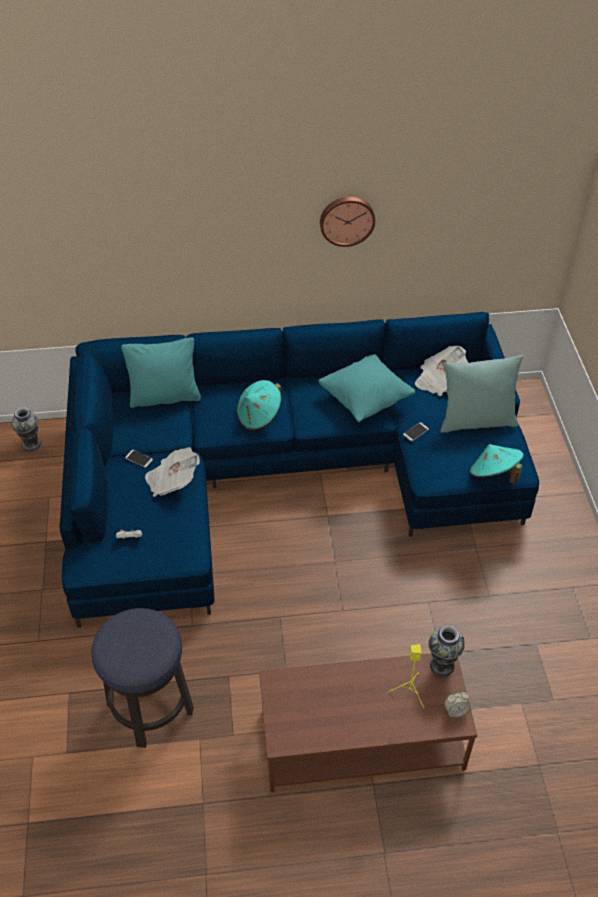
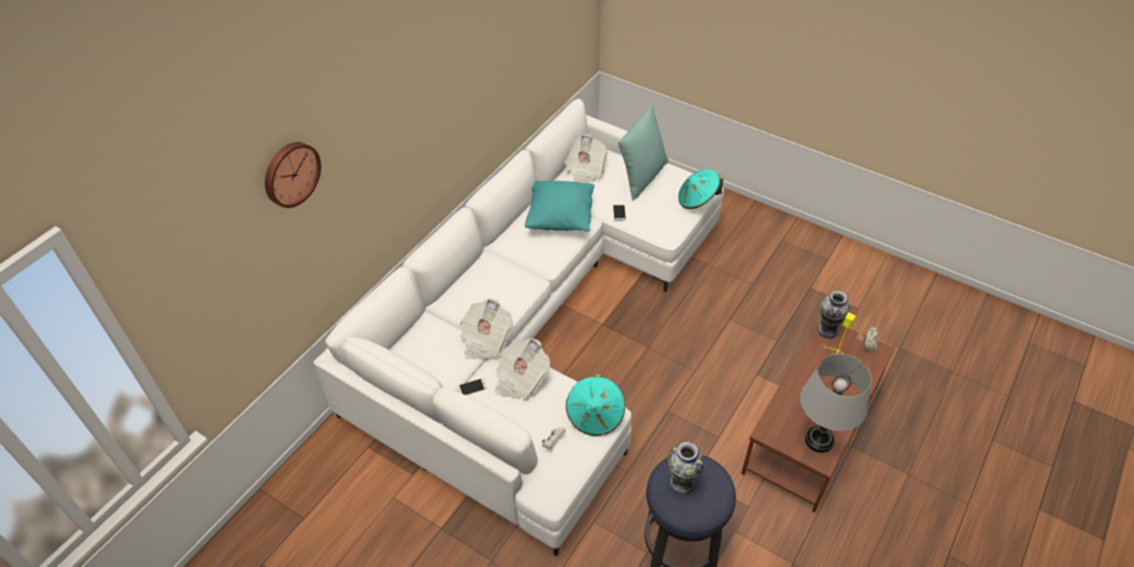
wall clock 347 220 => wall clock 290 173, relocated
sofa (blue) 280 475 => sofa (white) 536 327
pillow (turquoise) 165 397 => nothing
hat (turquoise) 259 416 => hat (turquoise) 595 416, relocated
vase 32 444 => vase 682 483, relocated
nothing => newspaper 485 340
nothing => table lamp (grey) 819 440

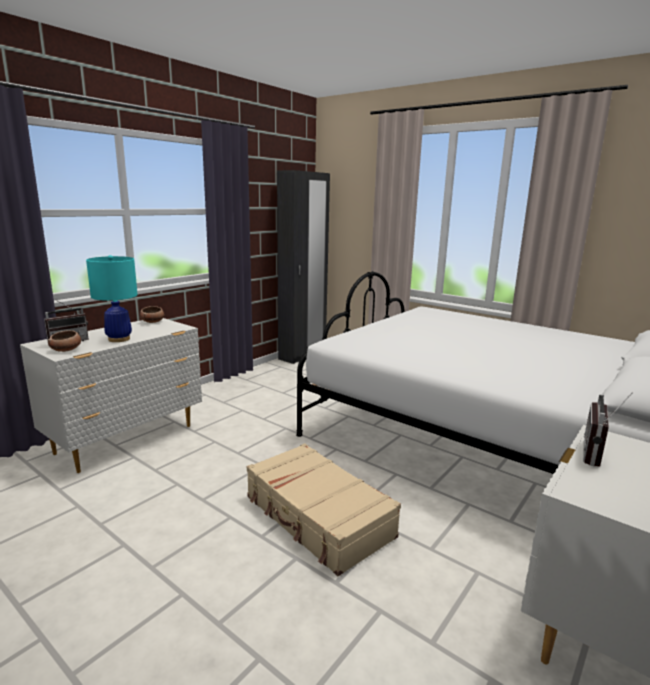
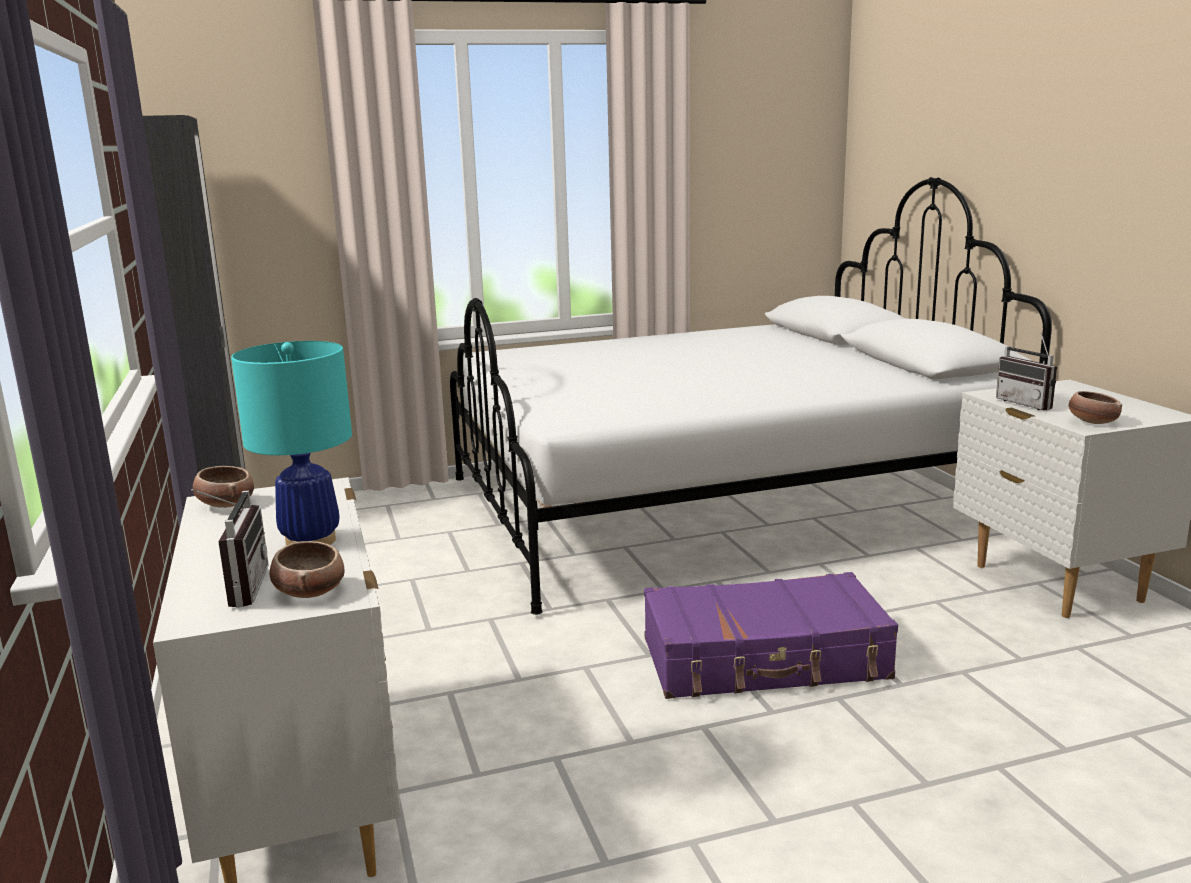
suitcase (beige) 317 517 => suitcase (purple) 765 660
nothing => bowl 1092 422

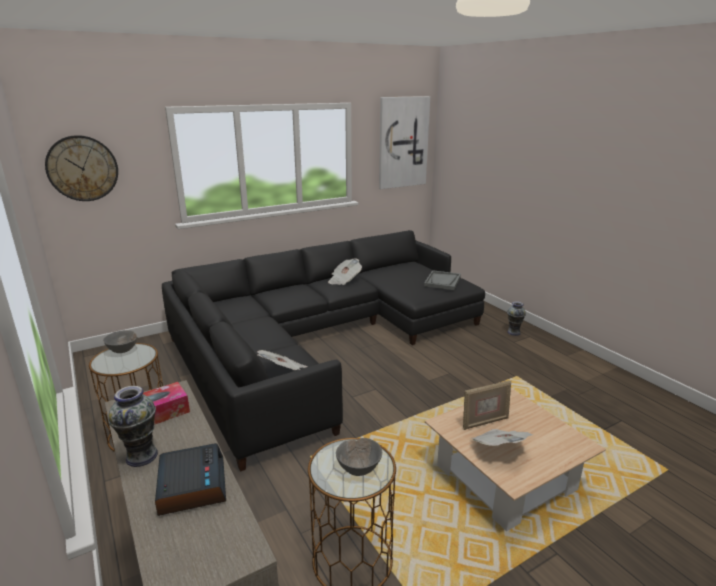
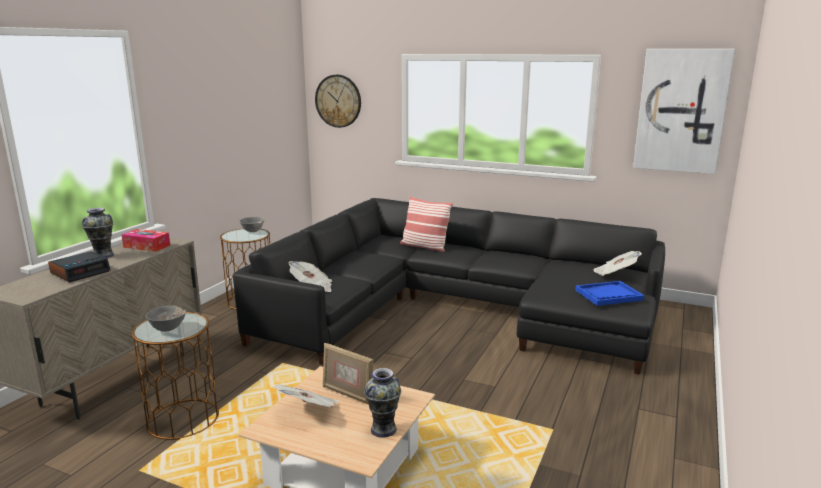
newspaper 344 280 => newspaper 615 274, relocated
tray (grey) 442 281 => tray (blue) 608 295
vase 514 332 => vase 383 429, relocated
nothing => pillow 424 246

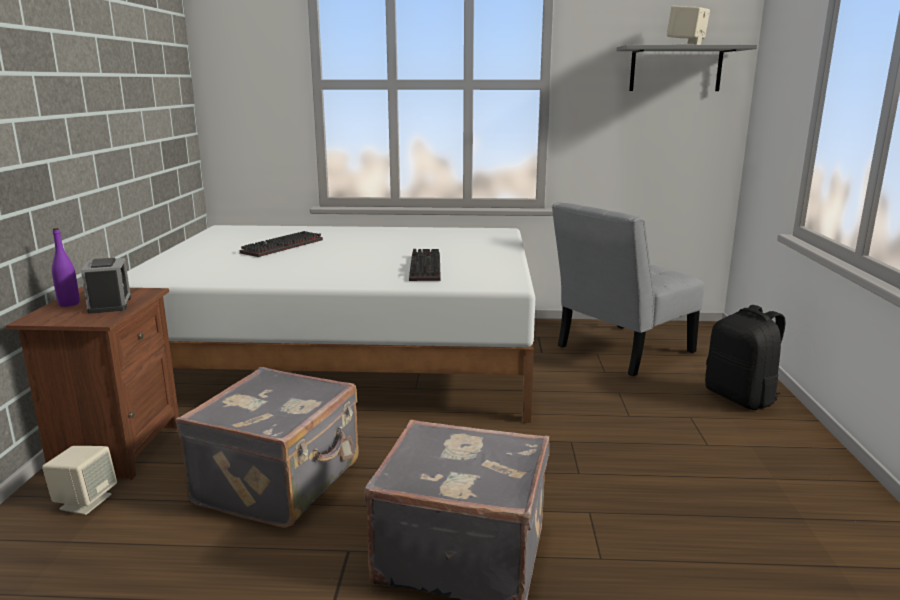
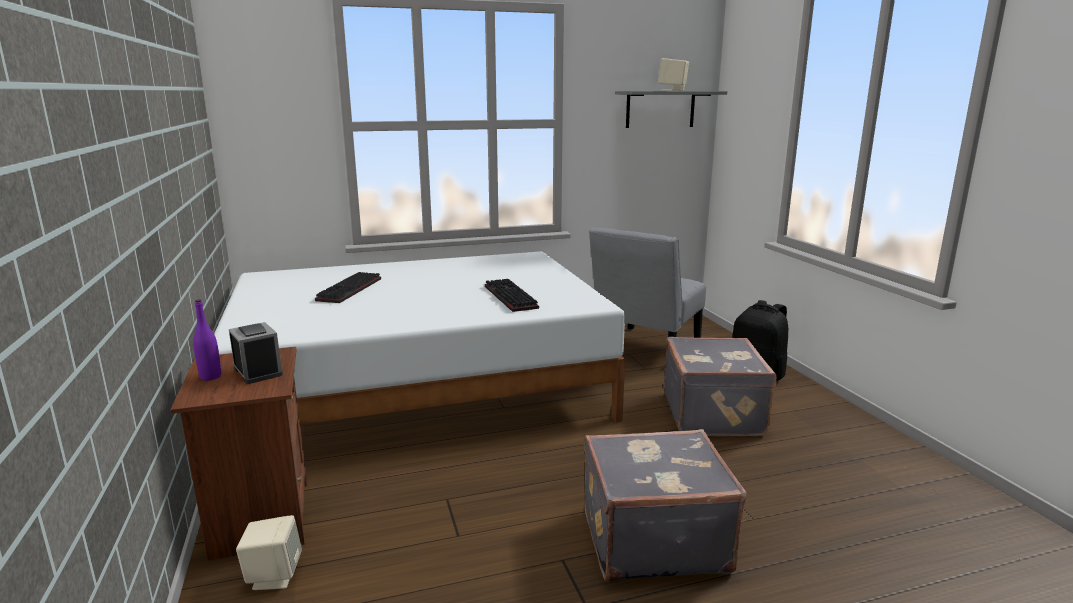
suitcase (grey) 281 482 => suitcase (grey) 714 414, relocated

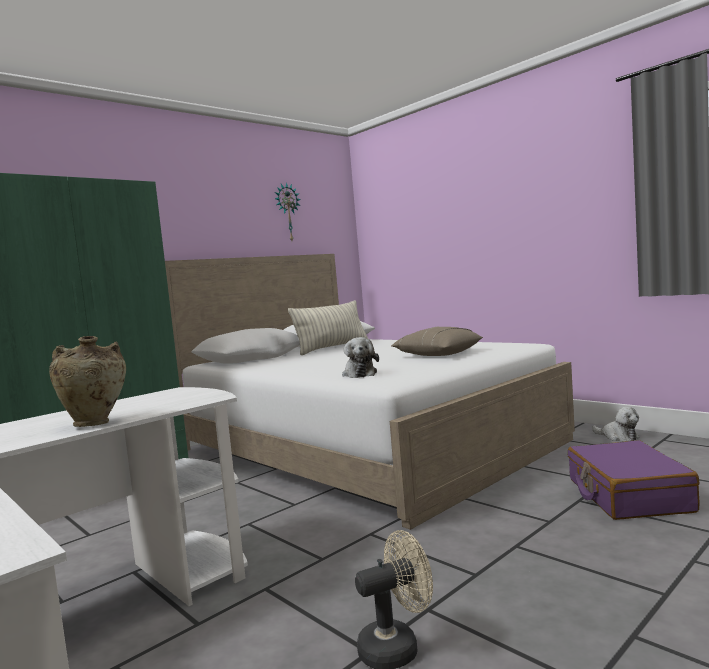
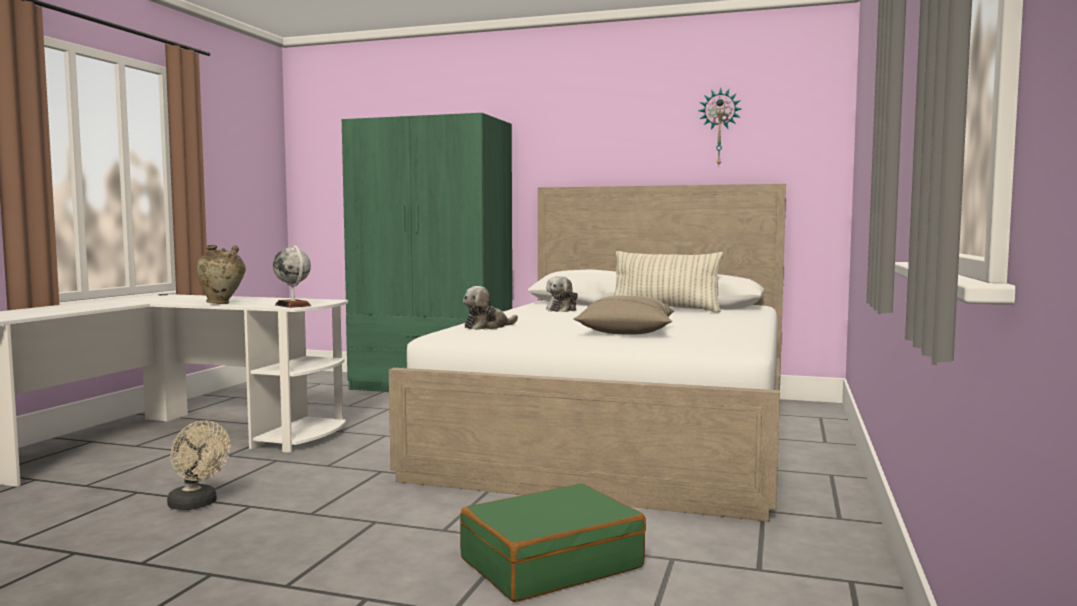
plush toy 618 437 => plush toy 562 310, relocated
suitcase (purple) 627 495 => suitcase (green) 550 563
nothing => globe 293 305

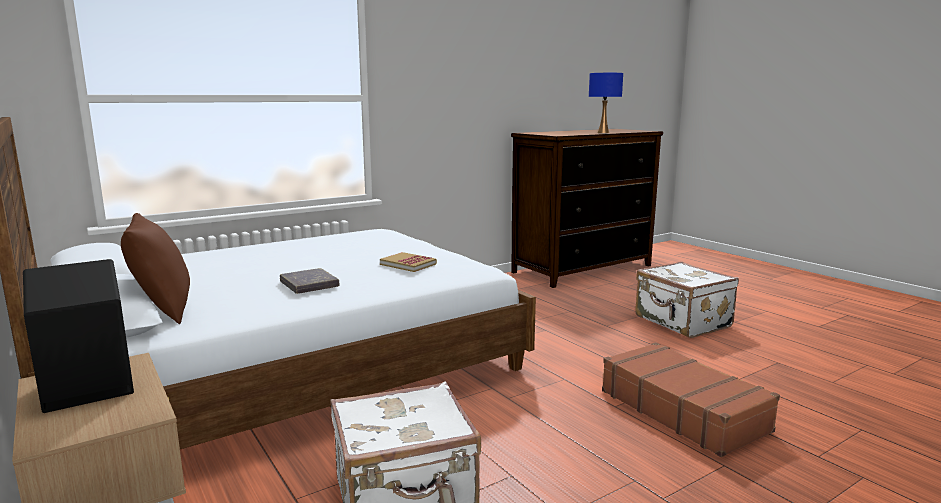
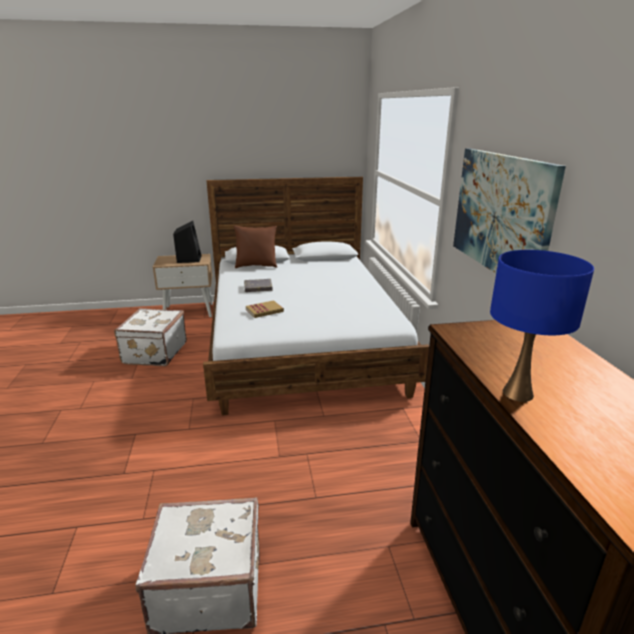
suitcase (brown) 683 410 => nothing
nothing => picture 501 214

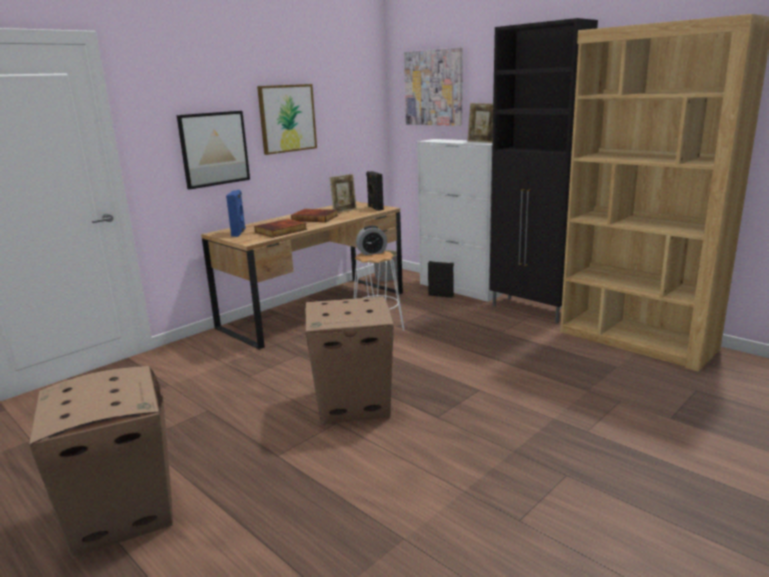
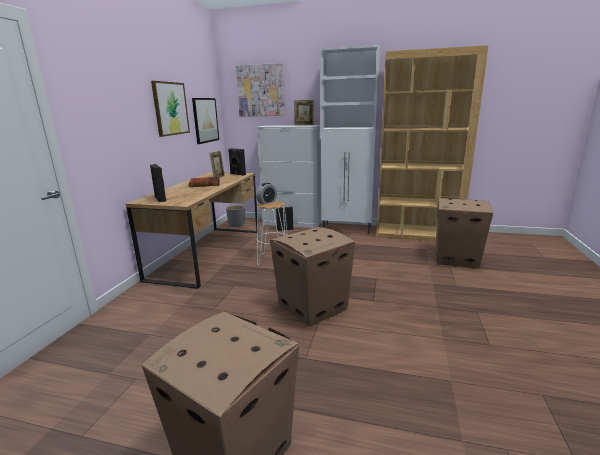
cabinet (black) 532 310 => cabinet (white) 347 228
picture 214 149 => picture 205 120, relocated
speaker (blue) 239 233 => speaker (black) 161 199
book 281 231 => nothing
nothing => cardboard box 457 258

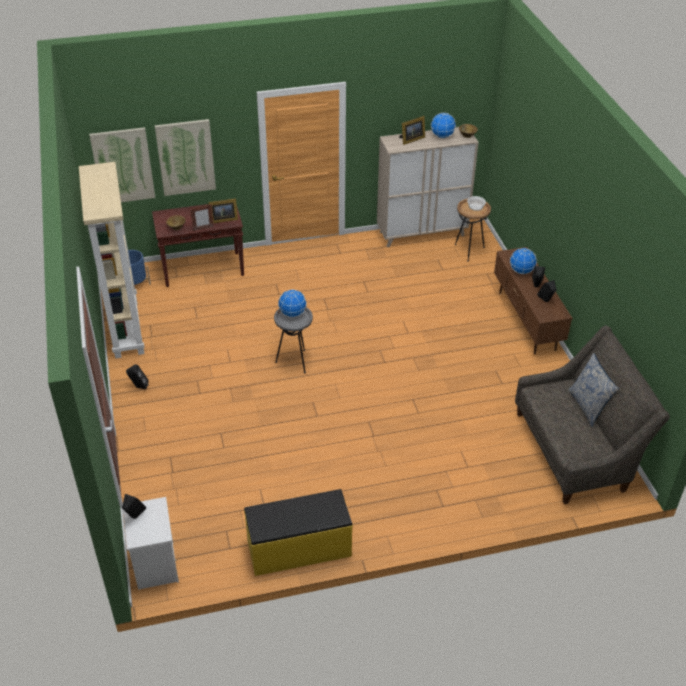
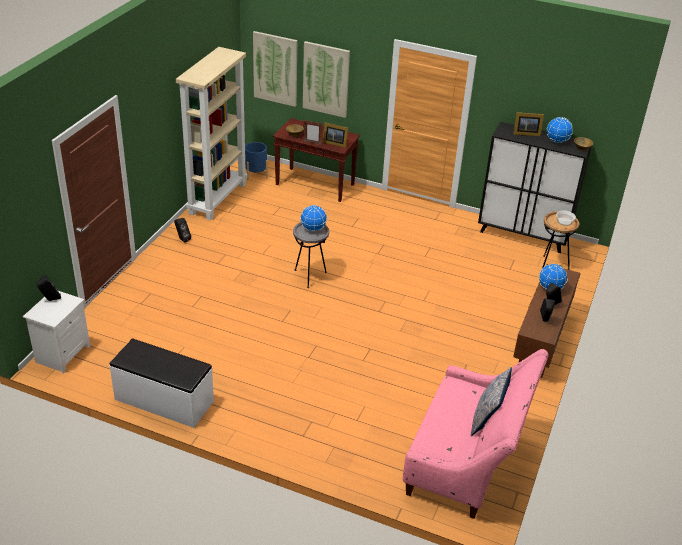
cabinet (beige) 422 233 => cabinet (black) 523 235
sofa (grey) 576 450 => sofa (pink) 467 461
bench (yellow) 299 549 => bench (white) 164 401

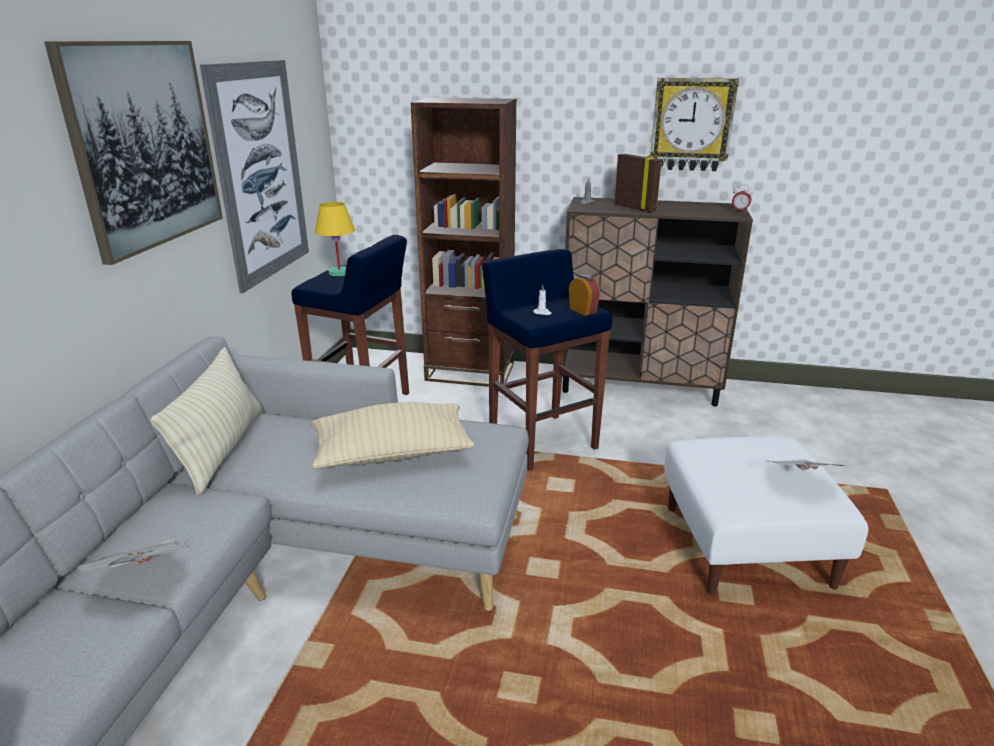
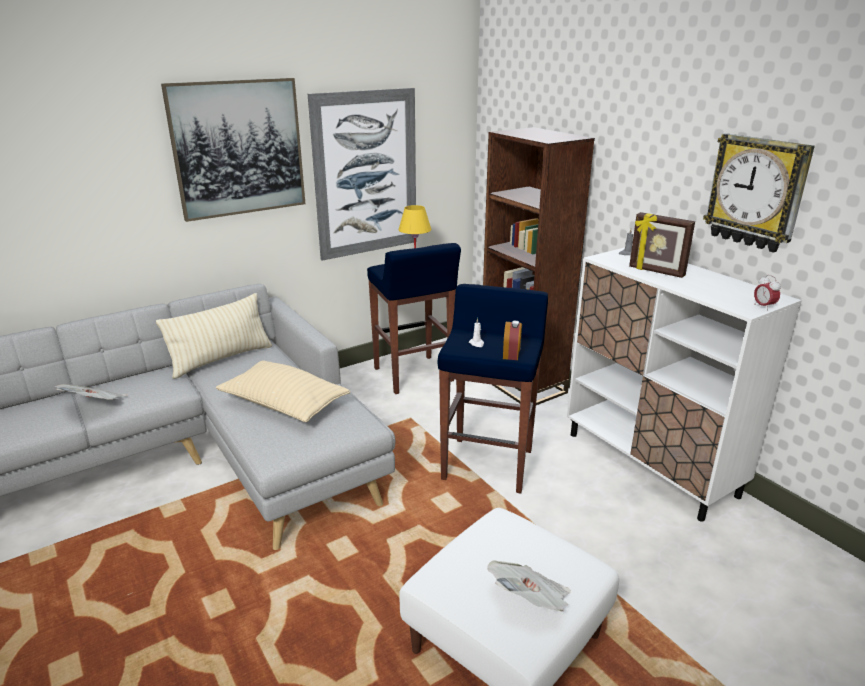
picture frame 635 208 => picture frame 656 272, 120 degrees clockwise
cabinet (brown) 639 386 => cabinet (white) 650 464

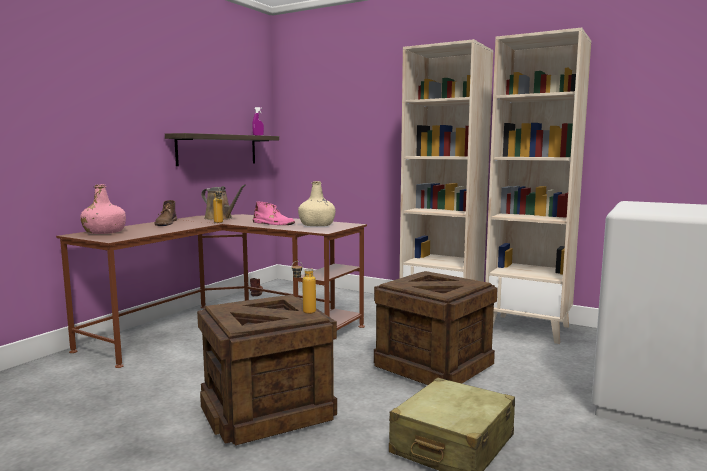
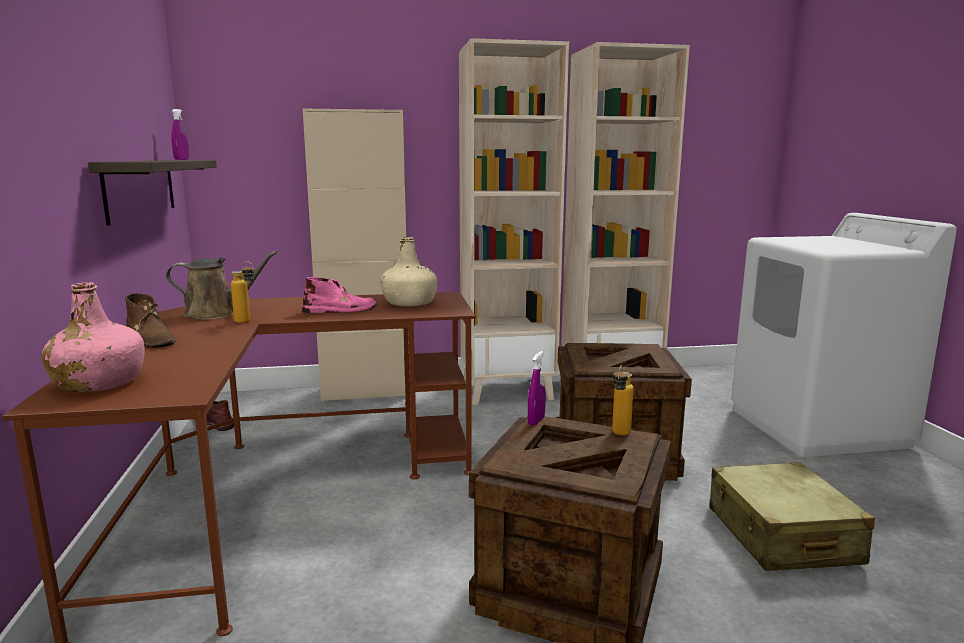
nothing => cabinet (beige) 366 392
nothing => spray bottle (purple) 536 421

